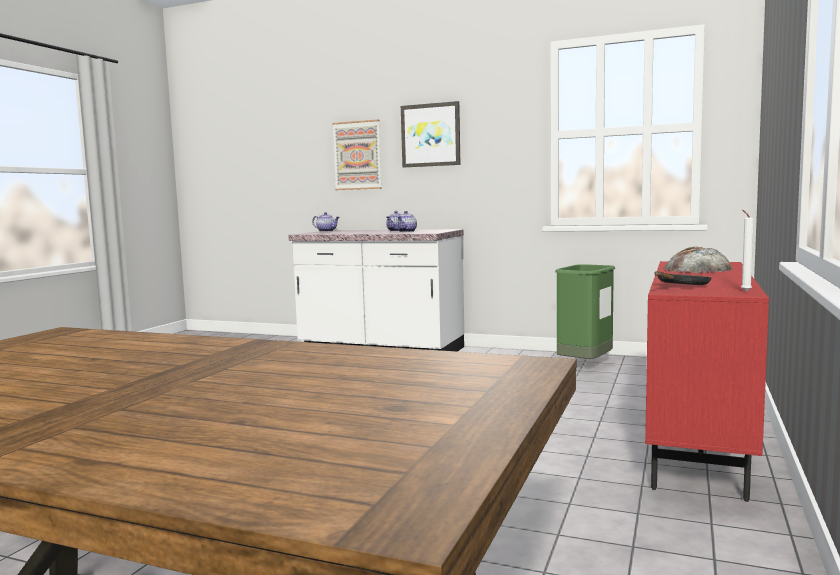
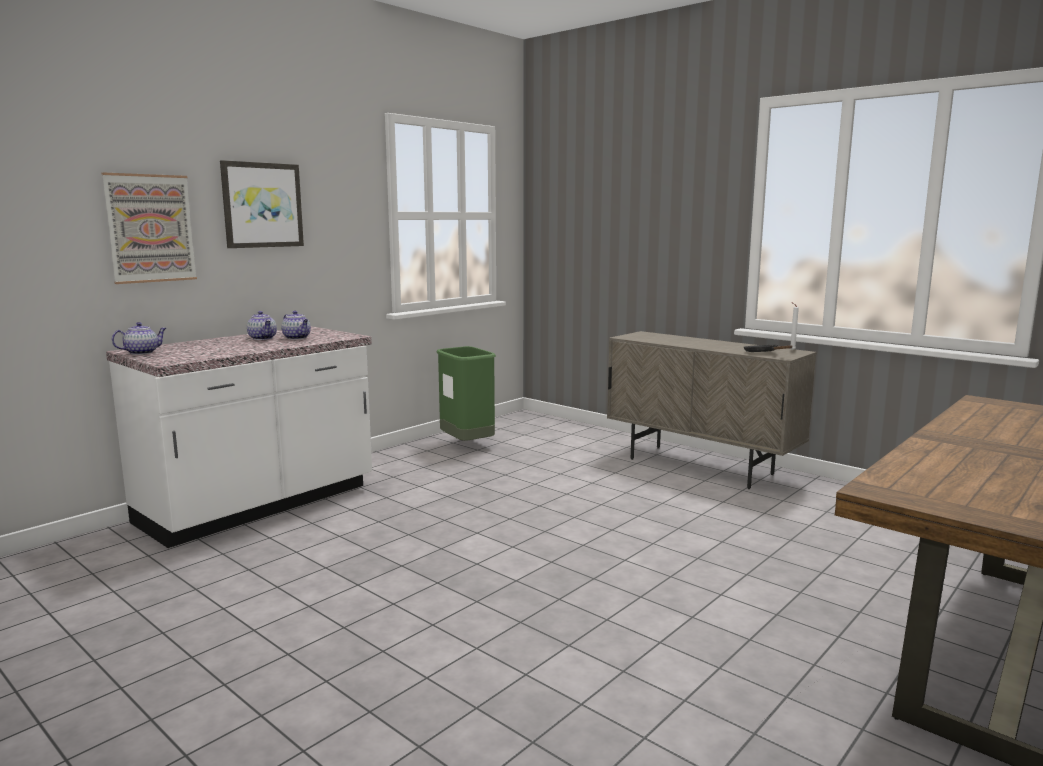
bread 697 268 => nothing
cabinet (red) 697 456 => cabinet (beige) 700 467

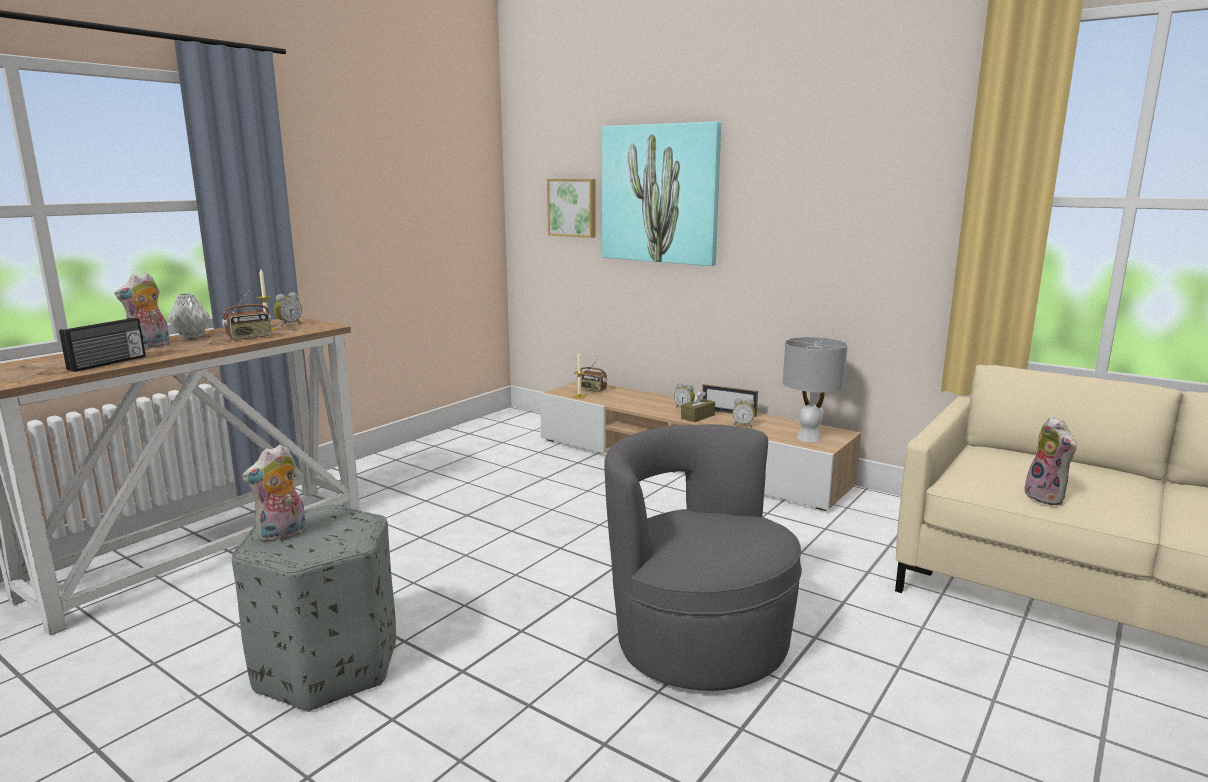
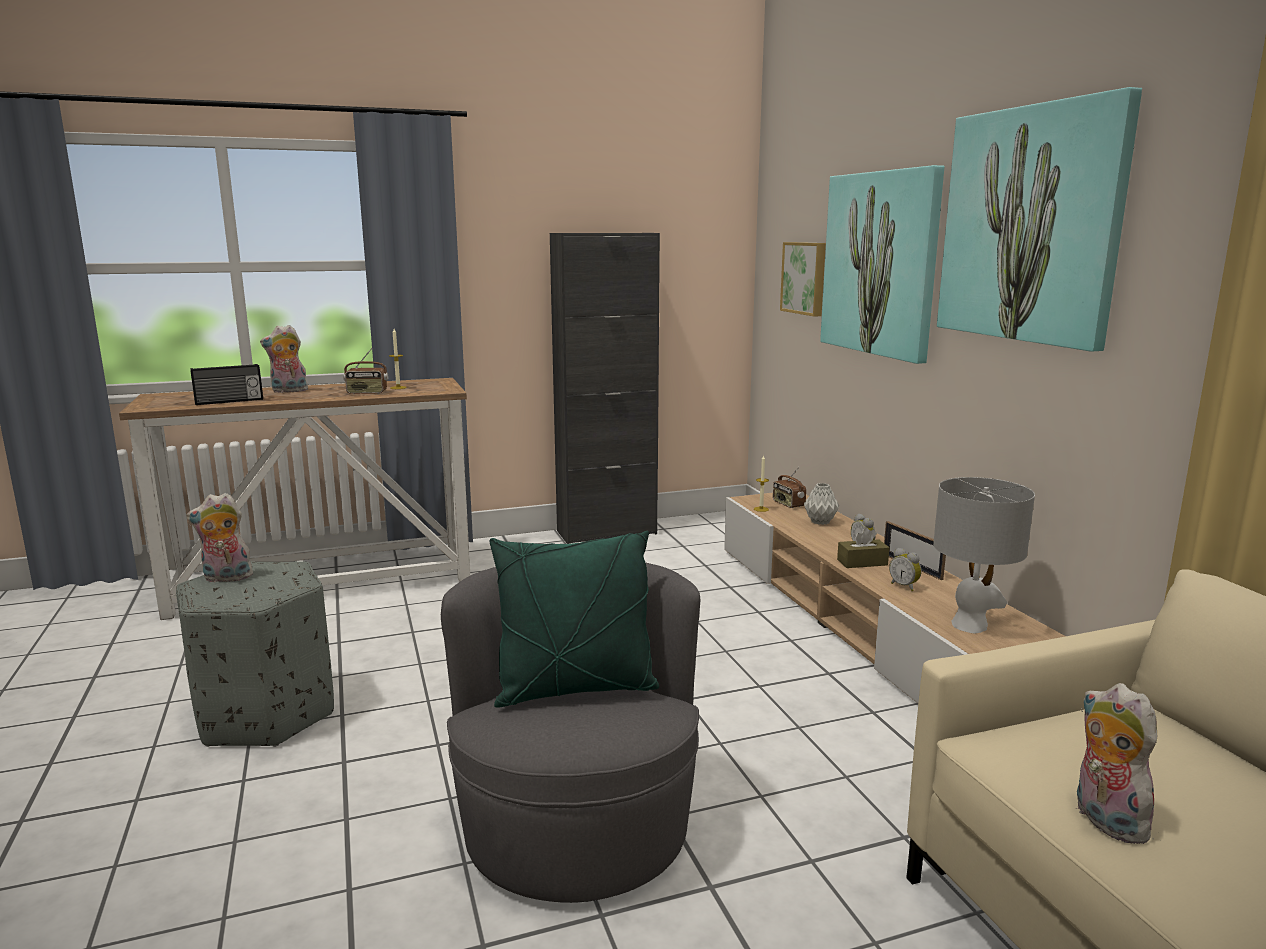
alarm clock 288 324 => nothing
vase (grey) 192 336 => vase (grey) 820 522, relocated
plush toy 1047 498 => plush toy 1103 819, 135 degrees clockwise
nothing => picture 1031 225
nothing => cabinet (black) 606 532
nothing => pillow (green) 575 689

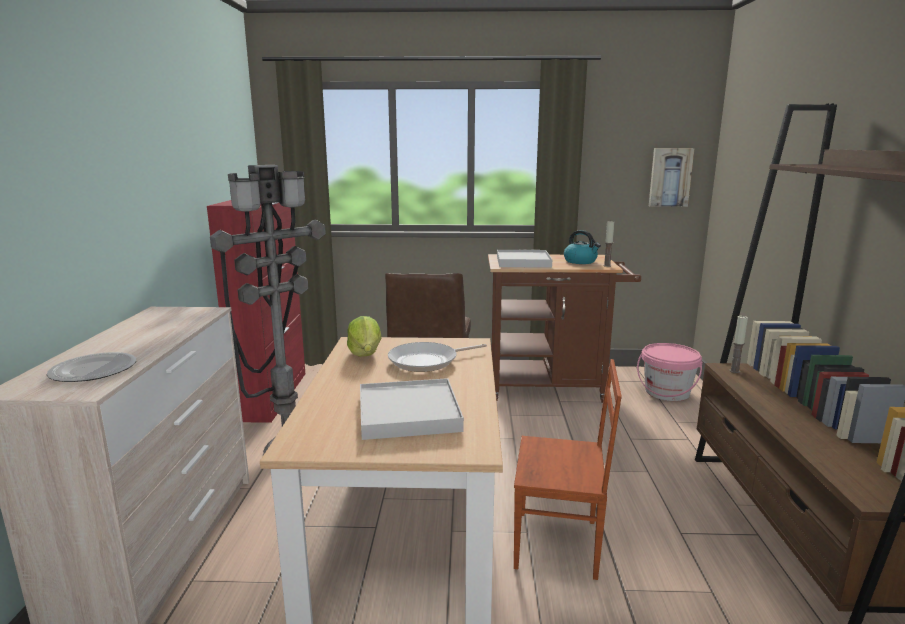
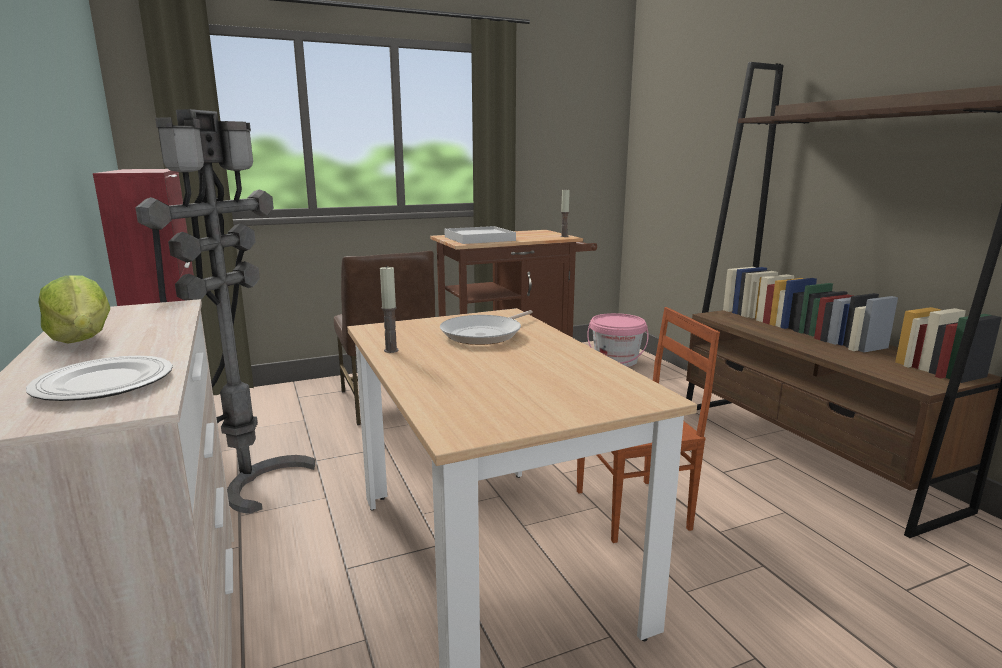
picture 670 177 => nothing
kettle 580 261 => nothing
lettuce 365 353 => lettuce 82 339, relocated
candle 734 371 => candle 391 350, relocated
tray (white) 408 413 => nothing

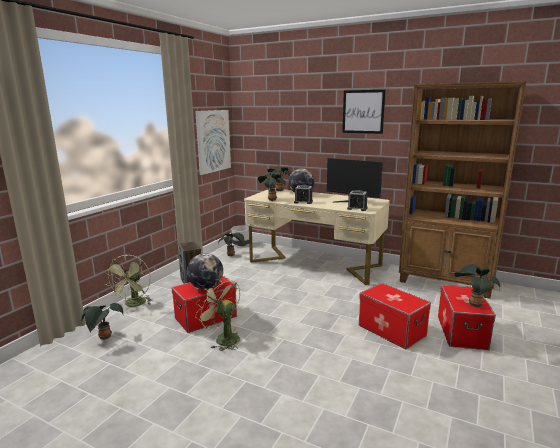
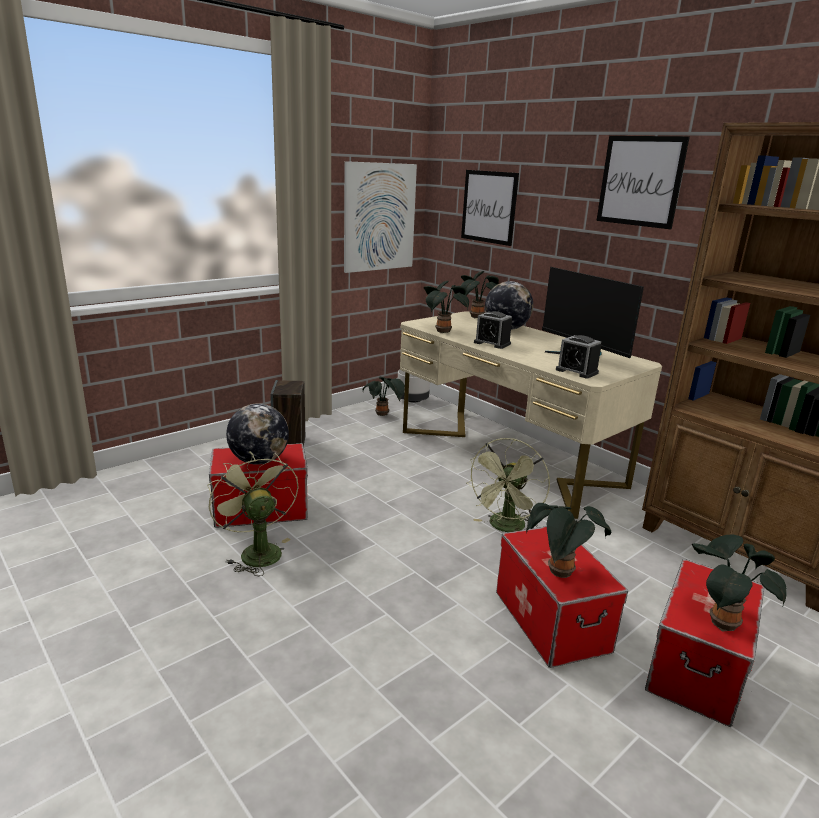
fan (green) 134 305 => fan (green) 505 528, relocated
potted plant 104 338 => potted plant 560 574, relocated
nothing => picture 489 207

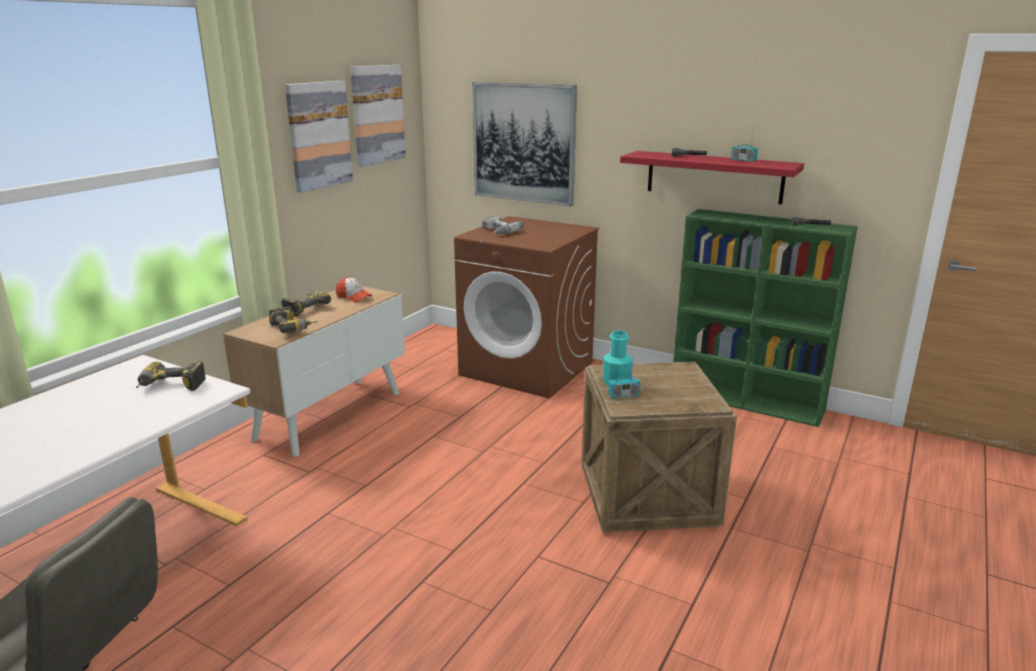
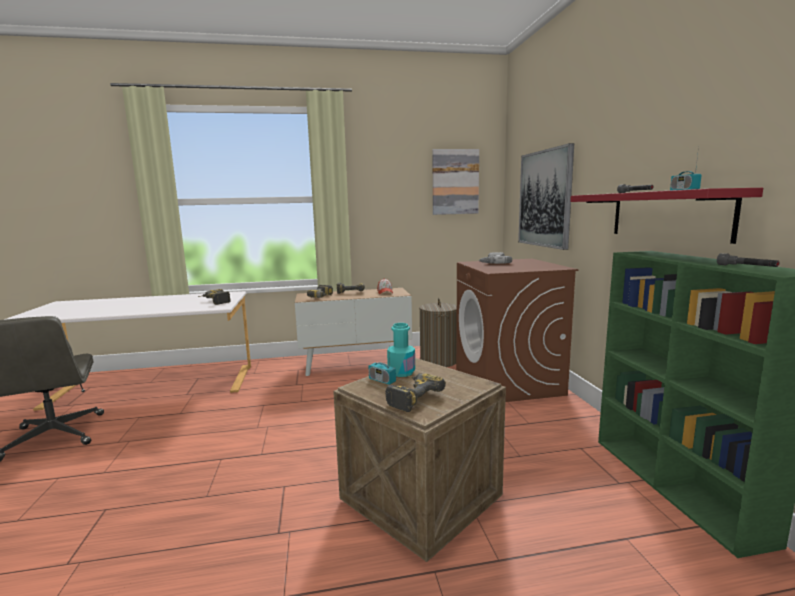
picture 318 135 => nothing
nothing => laundry basket 439 361
nothing => power drill 411 397

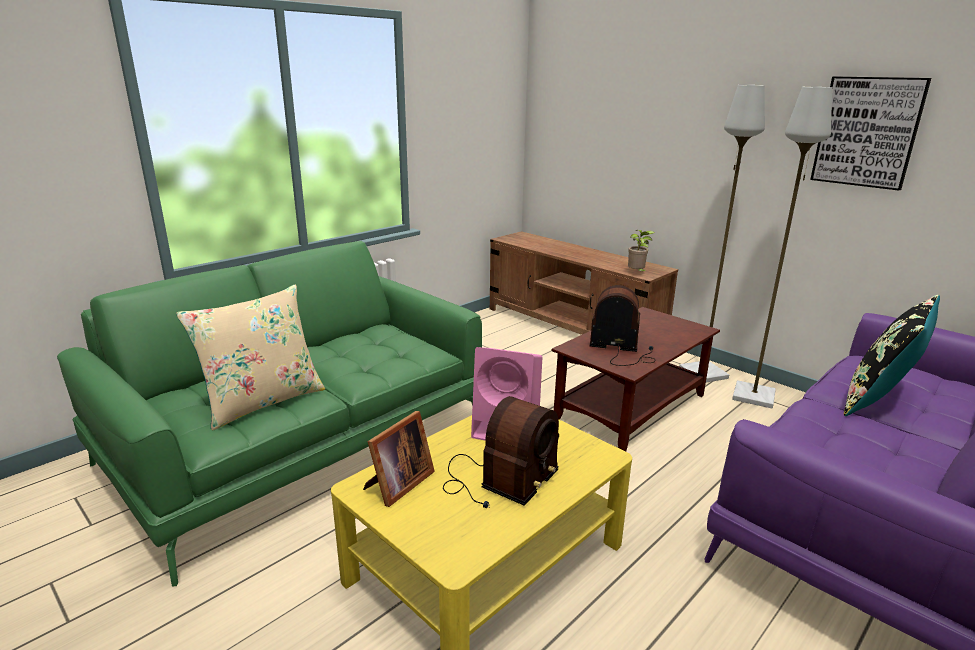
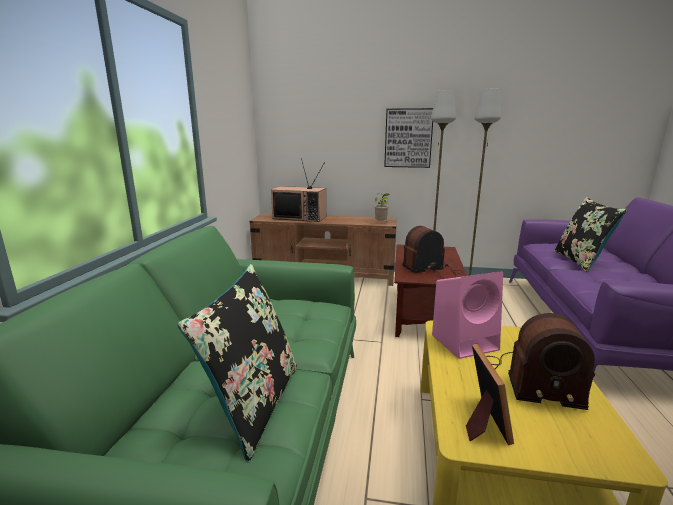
picture 867 132 => picture 408 138, relocated
pillow (beige) 263 401 => pillow (black) 253 404
radio 499 480 => radio 529 381, 105 degrees clockwise
nothing => television 300 217

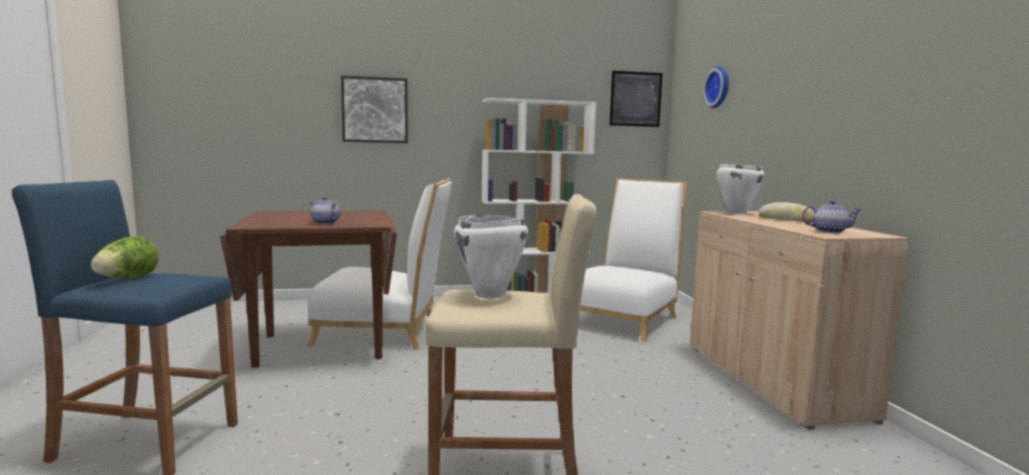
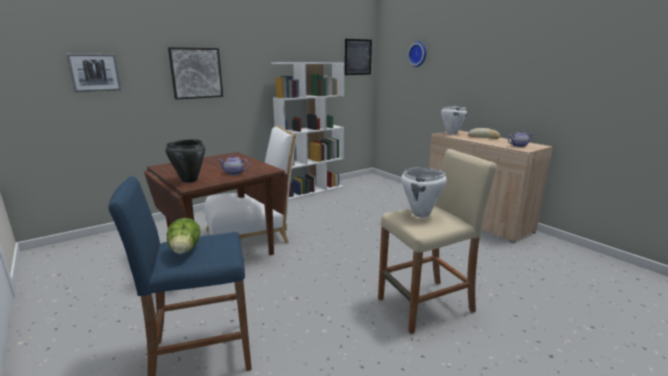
chair (white) 625 319 => nothing
nothing => picture 94 72
nothing => cooking pot (black) 189 180

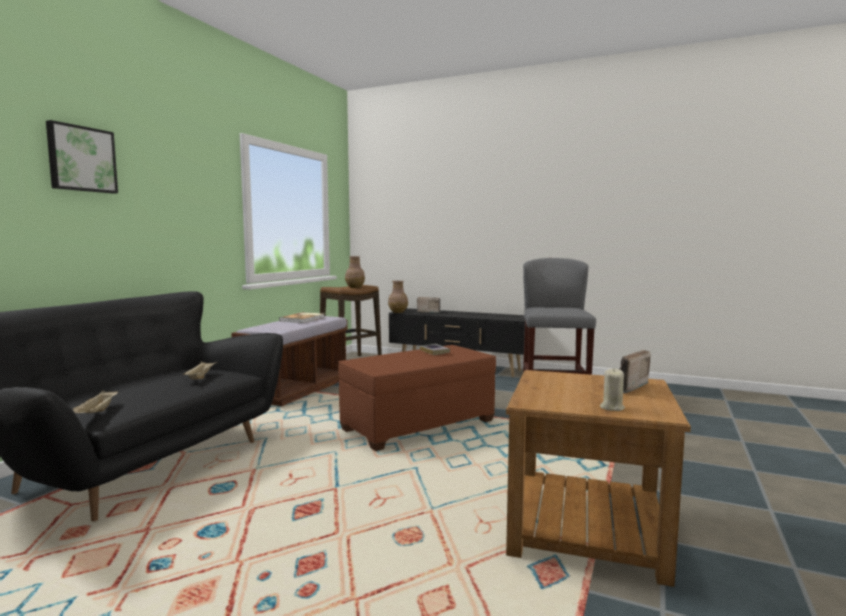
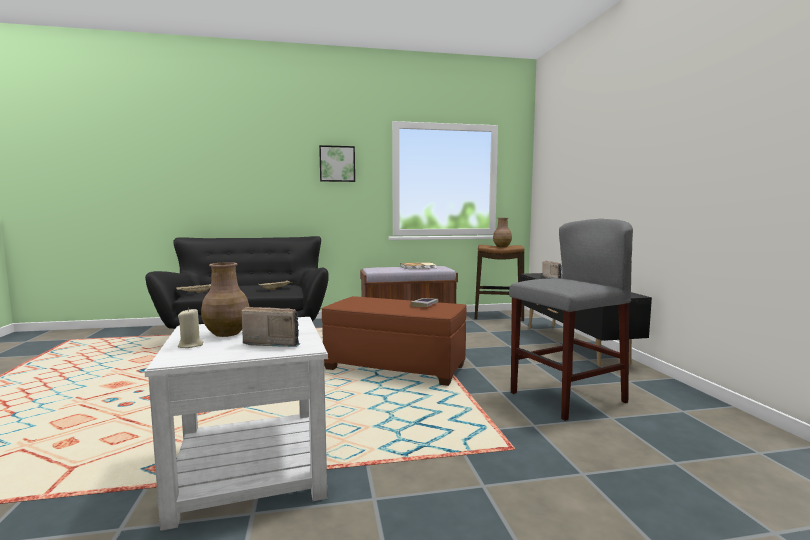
picture 81 159 => picture 337 164, relocated
vase (brown) 398 312 => vase (brown) 227 333, relocated
side table (brown) 586 529 => side table (white) 250 470

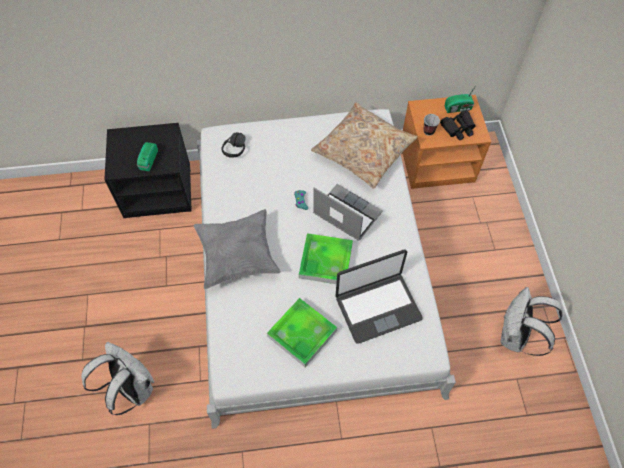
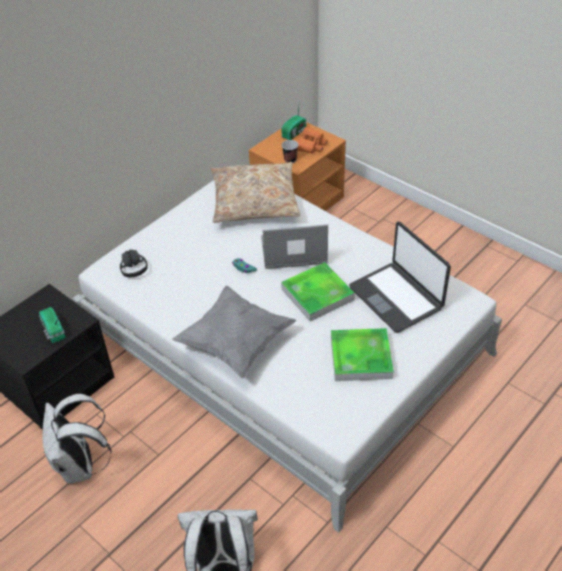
binoculars (black) 458 128 => binoculars (orange) 311 145
laptop 377 307 => laptop 396 297, 120 degrees clockwise
backpack (white) 515 337 => backpack (white) 81 466, relocated

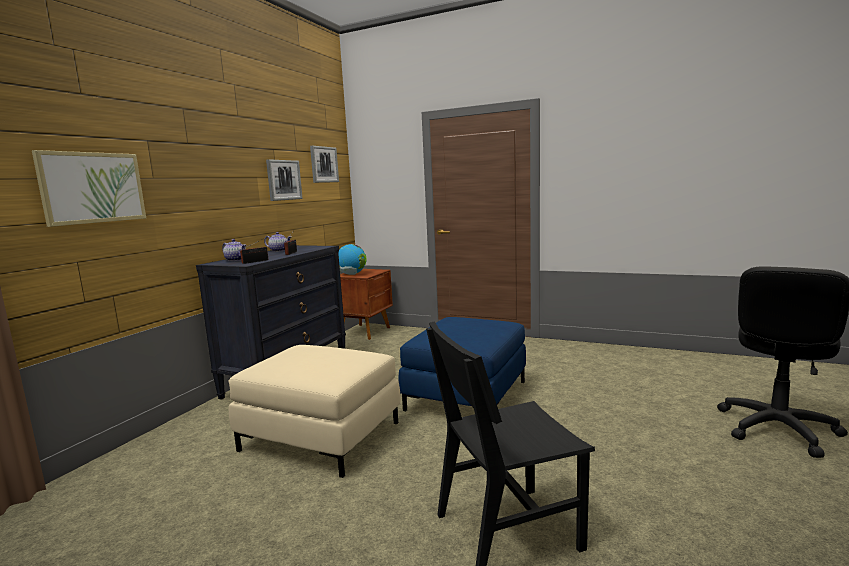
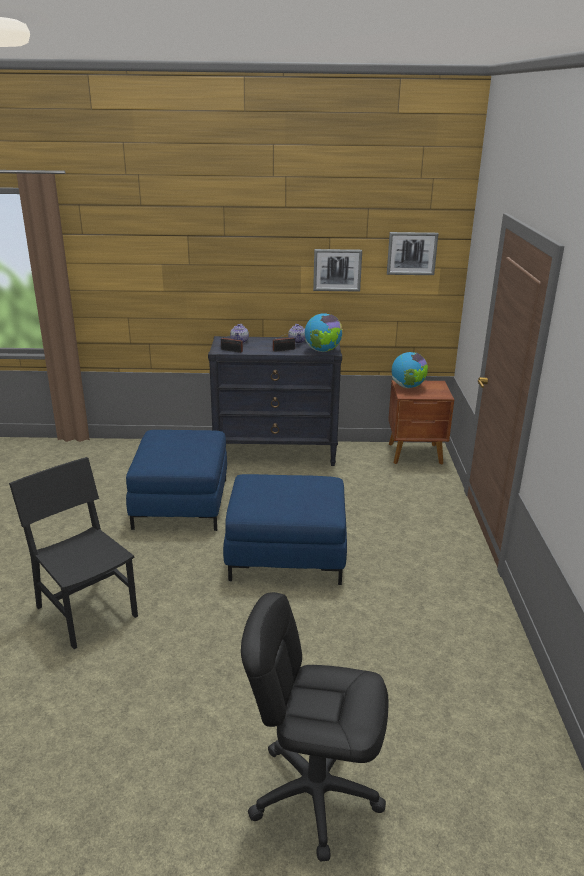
picture 92 187 => nothing
ottoman (beige) 320 436 => ottoman (blue) 181 503
nothing => globe 322 351

